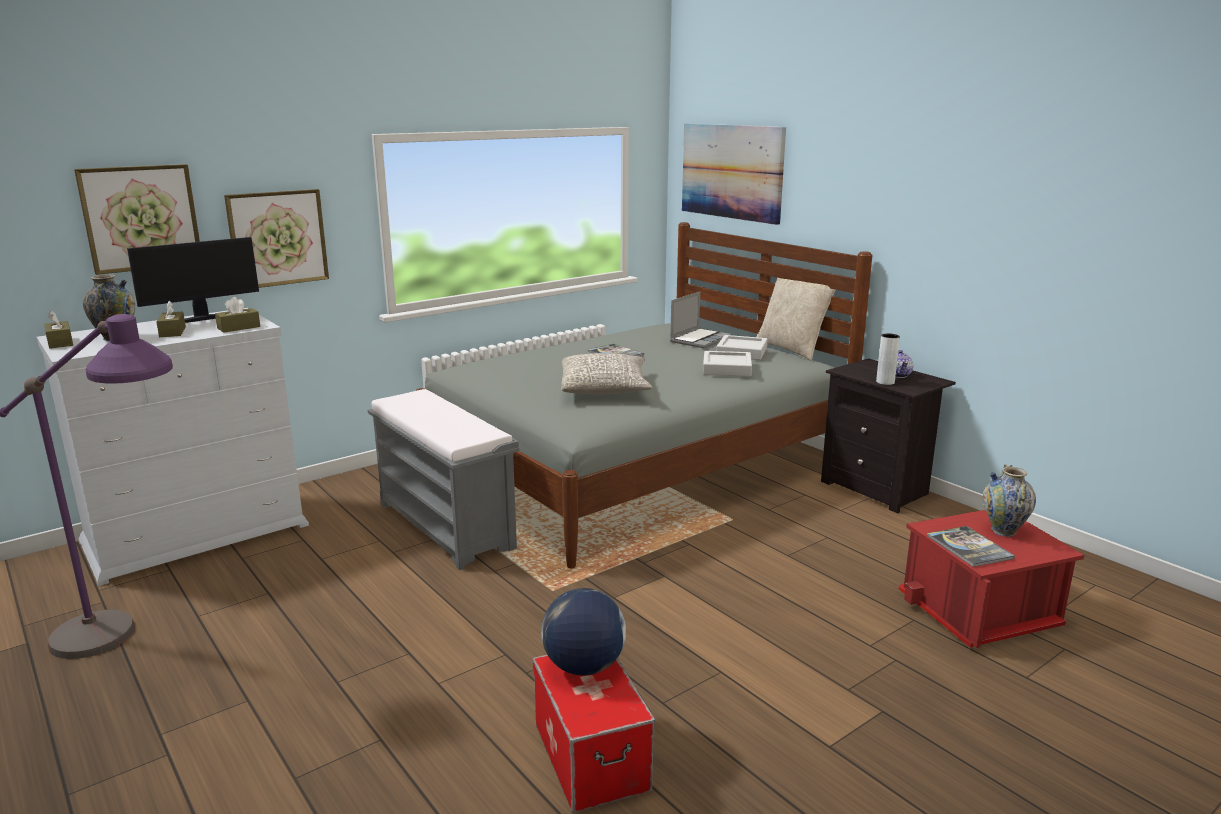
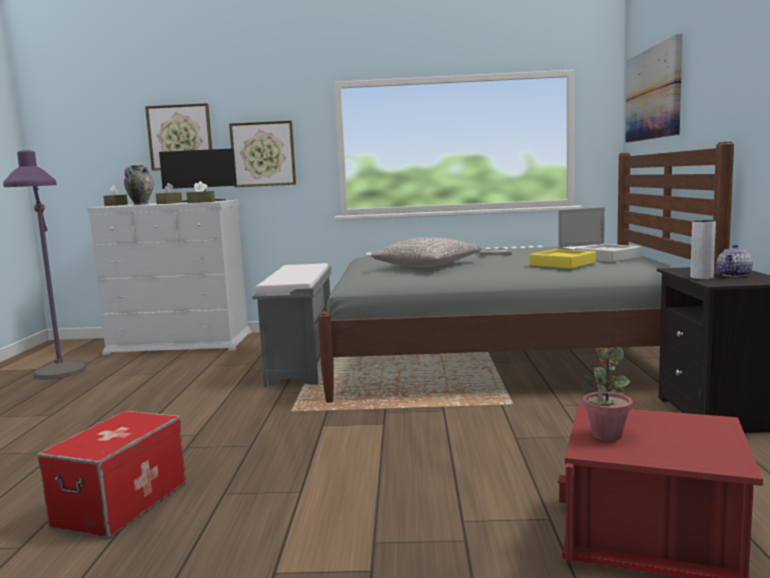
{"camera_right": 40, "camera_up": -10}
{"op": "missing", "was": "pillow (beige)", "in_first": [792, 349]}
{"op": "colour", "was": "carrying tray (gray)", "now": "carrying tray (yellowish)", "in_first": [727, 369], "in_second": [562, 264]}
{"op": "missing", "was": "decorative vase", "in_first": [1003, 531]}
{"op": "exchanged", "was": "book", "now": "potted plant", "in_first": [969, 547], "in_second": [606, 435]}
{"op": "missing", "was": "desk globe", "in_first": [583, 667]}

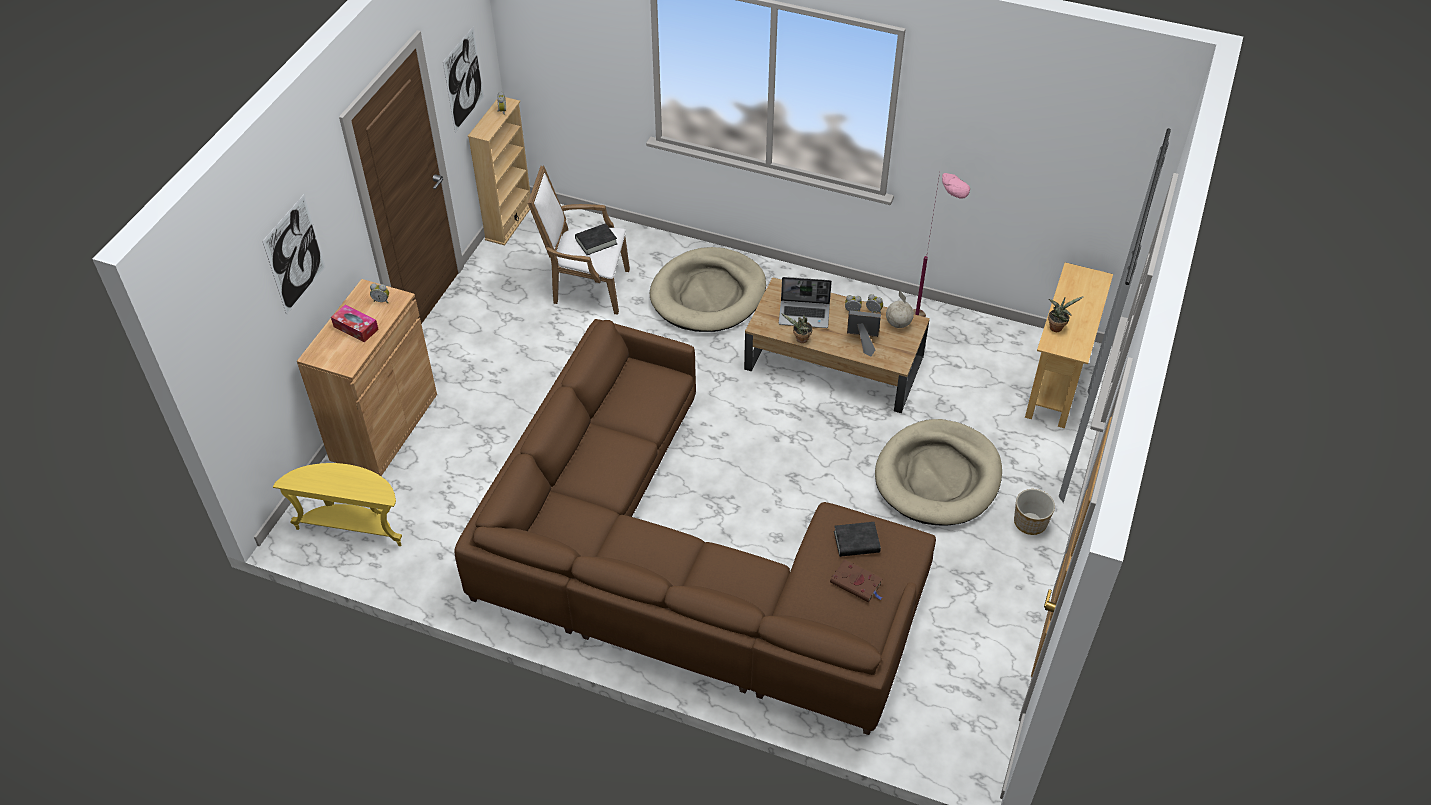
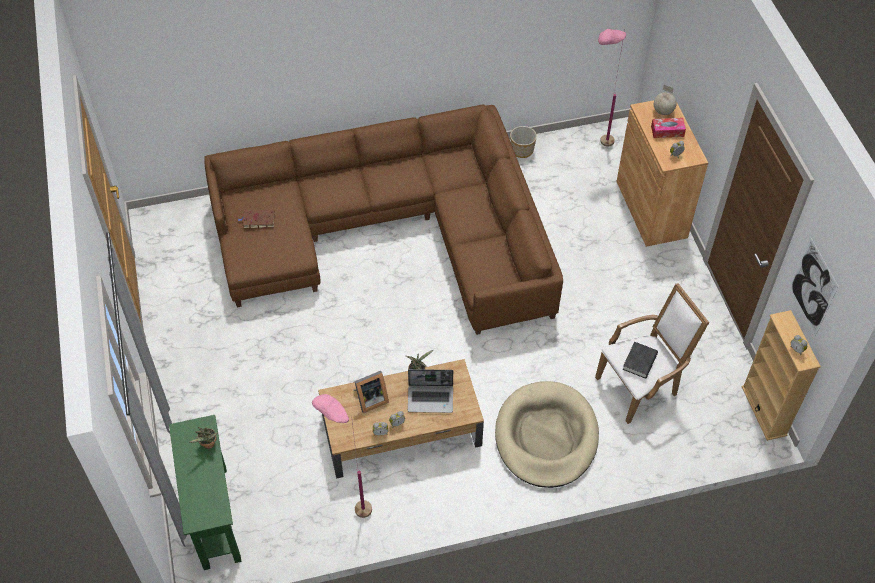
{"camera_right": 145, "camera_up": 5}
{"op": "missing", "was": "wall art", "in_first": [295, 254]}
{"op": "colour", "was": "hall table (beige)", "now": "hall table (greenish)", "in_first": [1056, 382], "in_second": [215, 517]}
{"op": "spun", "was": "laptop", "in_first": [805, 314], "in_second": [431, 398], "clockwise": -150}
{"op": "relocated", "was": "desk globe", "in_first": [898, 323], "in_second": [663, 112]}
{"op": "missing", "was": "dog cushion (beige)", "in_first": [938, 476]}
{"op": "exchanged", "was": "accent table (yellowish)", "now": "floor lamp (pinkish)", "in_first": [353, 526], "in_second": [597, 149]}
{"op": "relocated", "was": "flower pot", "in_first": [1029, 523], "in_second": [522, 150]}
{"op": "missing", "was": "book (blackish)", "in_first": [856, 542]}

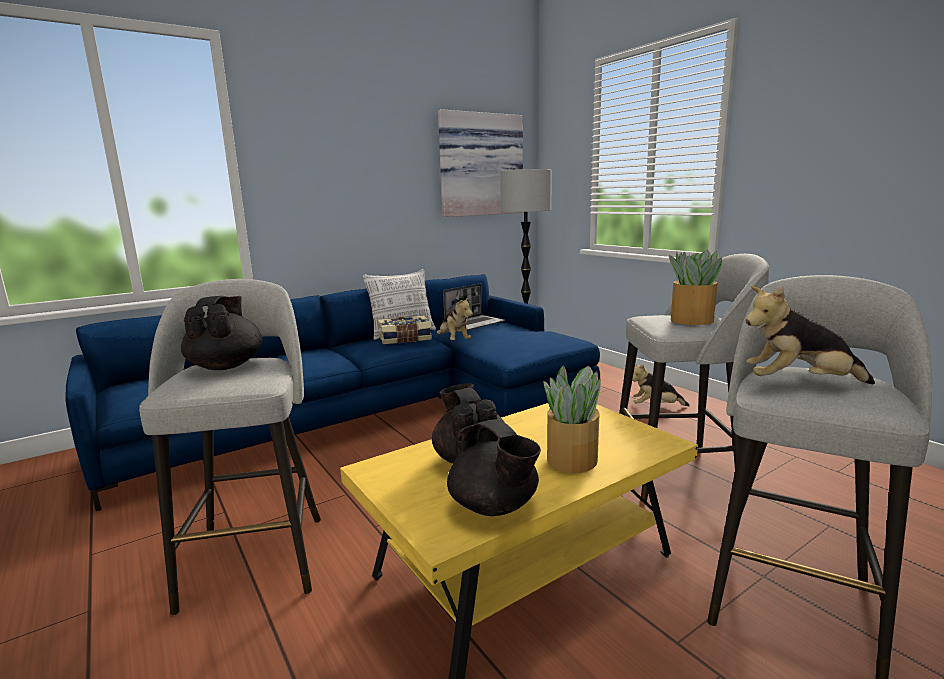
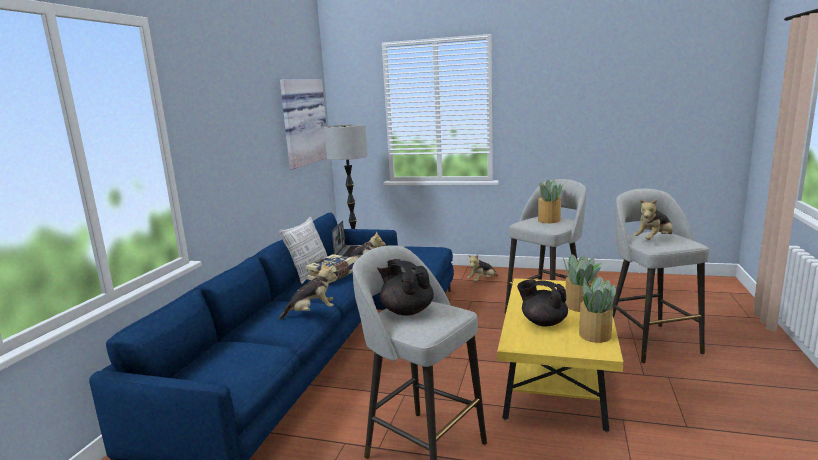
{"camera_right": -40, "camera_up": 0}
{"op": "exchanged", "was": "tea pot (blackish)", "now": "potted plant", "in_first": [494, 507], "in_second": [595, 334]}
{"op": "appeared", "now": "cuddly toy", "in_second": [312, 312]}

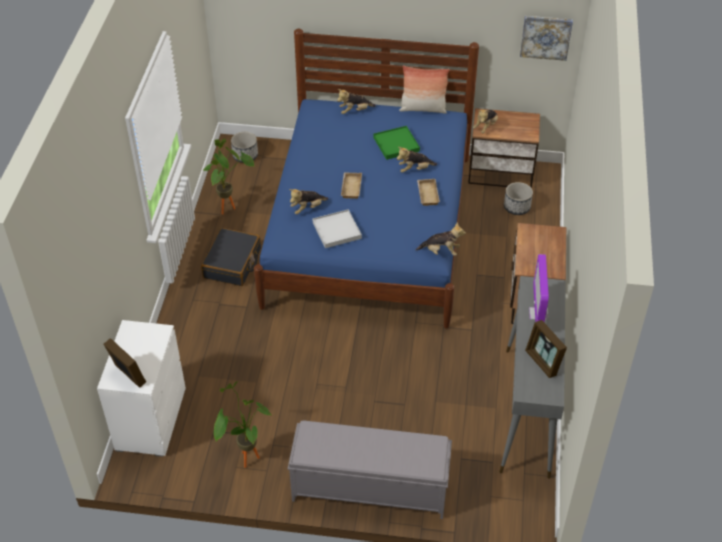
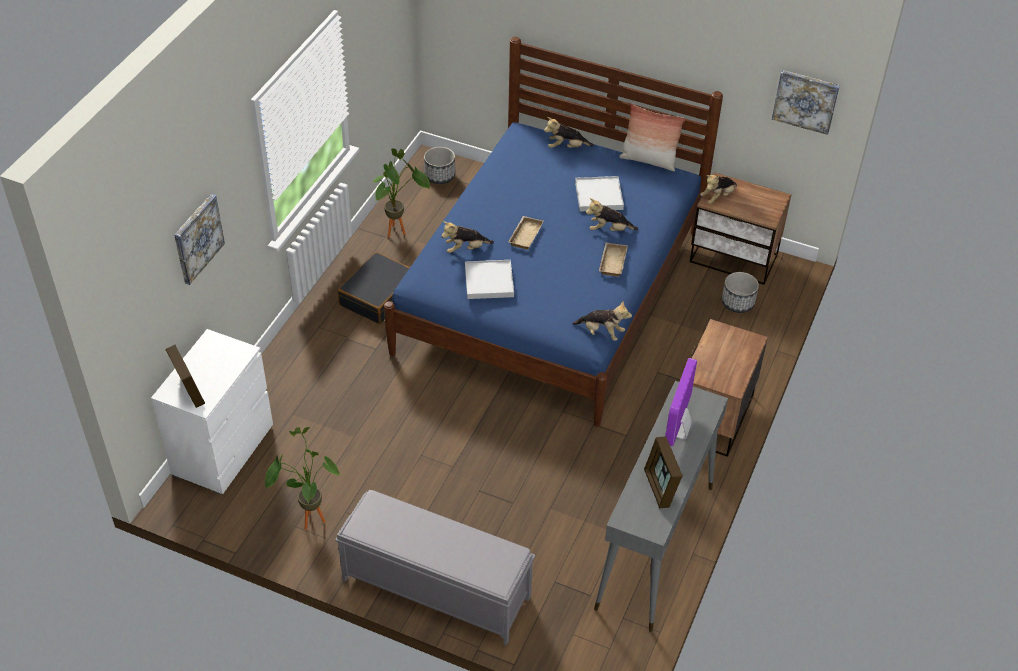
{"camera_right": 15, "camera_up": 0}
{"op": "colour", "was": "carrying tray (greenish)", "now": "carrying tray (white)", "in_first": [396, 144], "in_second": [599, 196]}
{"op": "appeared", "now": "wall art", "in_second": [197, 238]}

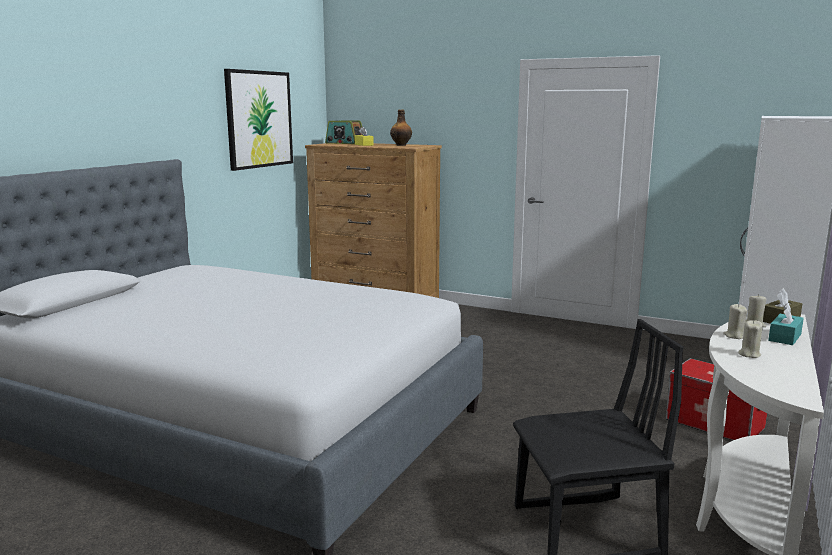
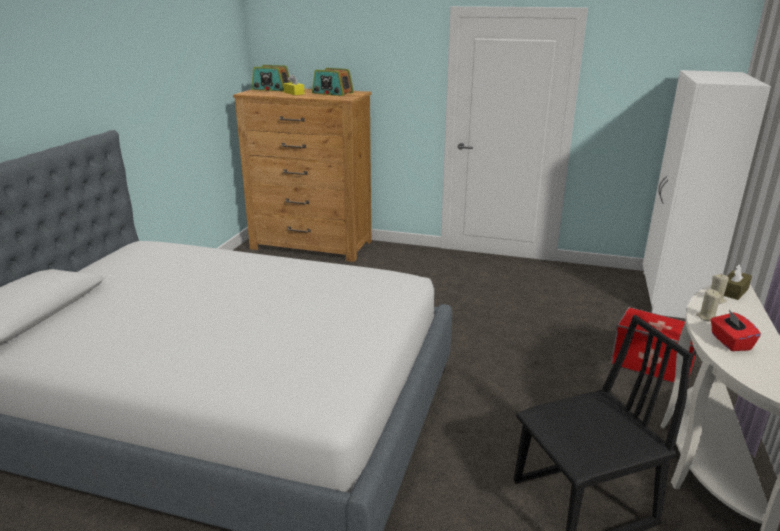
{"camera_right": -10, "camera_up": 10}
{"op": "missing", "was": "wall art", "in_first": [259, 119]}
{"op": "exchanged", "was": "drink bottle", "now": "radio set", "in_first": [401, 145], "in_second": [332, 93]}
{"op": "missing", "was": "tissue holder (blue-green)", "in_first": [784, 337]}
{"op": "exchanged", "was": "wax candle (beige)", "now": "tissue holder (red-coloured)", "in_first": [749, 354], "in_second": [730, 342]}

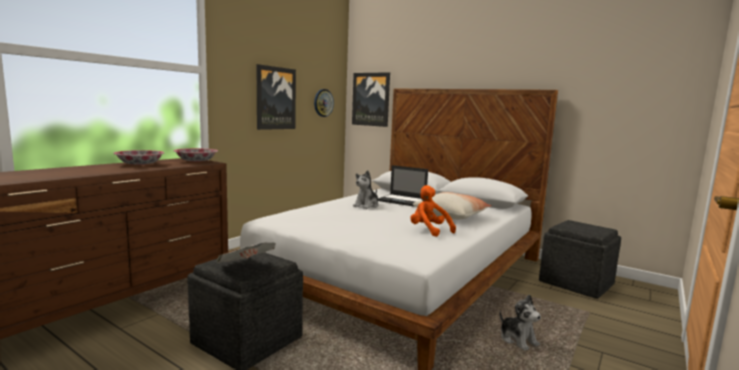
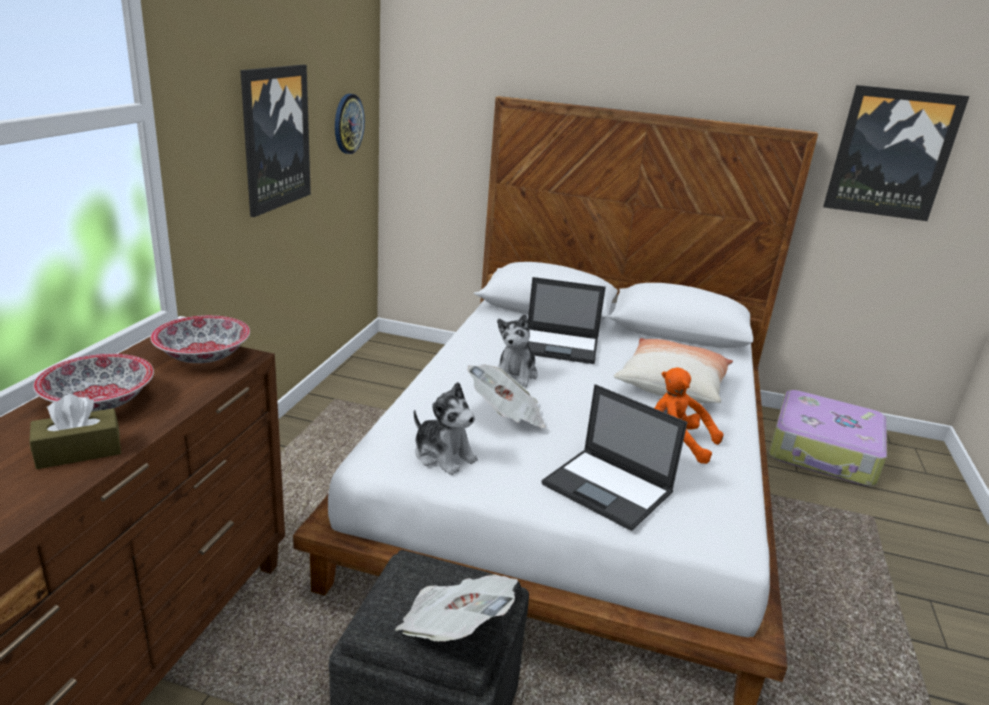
{"camera_right": -20, "camera_up": 15}
{"op": "relocated", "was": "wall art", "in_first": [371, 99], "in_second": [891, 153]}
{"op": "exchanged", "was": "ottoman (gray)", "now": "suitcase", "in_first": [577, 283], "in_second": [824, 452]}
{"op": "relocated", "was": "cuddly toy", "in_first": [518, 340], "in_second": [443, 455]}
{"op": "appeared", "now": "daily paper", "in_second": [506, 415]}
{"op": "appeared", "now": "laptop", "in_second": [608, 489]}
{"op": "appeared", "now": "tissue holder (brownish)", "in_second": [79, 451]}

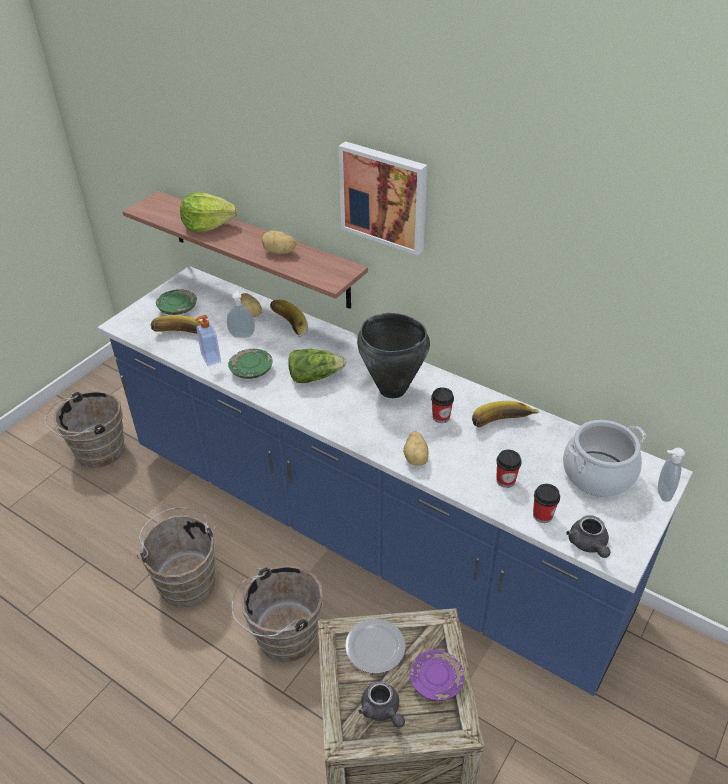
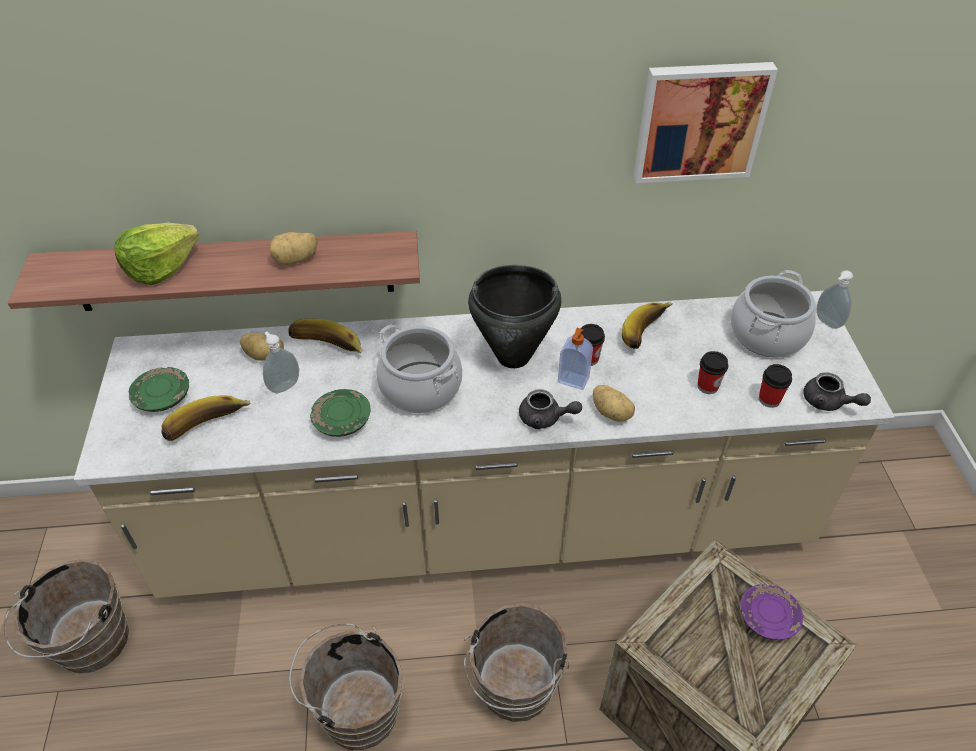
{"camera_right": -40, "camera_up": 5}
{"op": "relocated", "was": "wall art", "in_first": [384, 196], "in_second": [699, 121]}
{"op": "colour", "was": "kitchen counter (blue-coloured)", "now": "kitchen counter (beige)", "in_first": [365, 529], "in_second": [488, 526]}
{"op": "relocated", "was": "soap dispenser", "in_first": [210, 358], "in_second": [573, 381]}
{"op": "exchanged", "was": "lettuce head", "now": "stockpot", "in_first": [314, 376], "in_second": [420, 388]}
{"op": "missing", "was": "dinner plate", "in_first": [374, 648]}
{"op": "relocated", "was": "tea pot (gray)", "in_first": [382, 710], "in_second": [545, 418]}

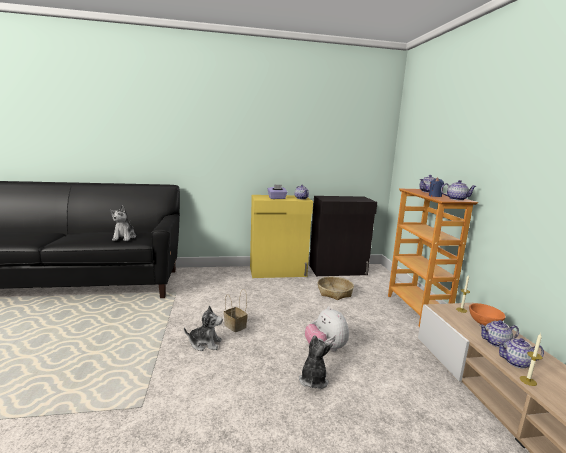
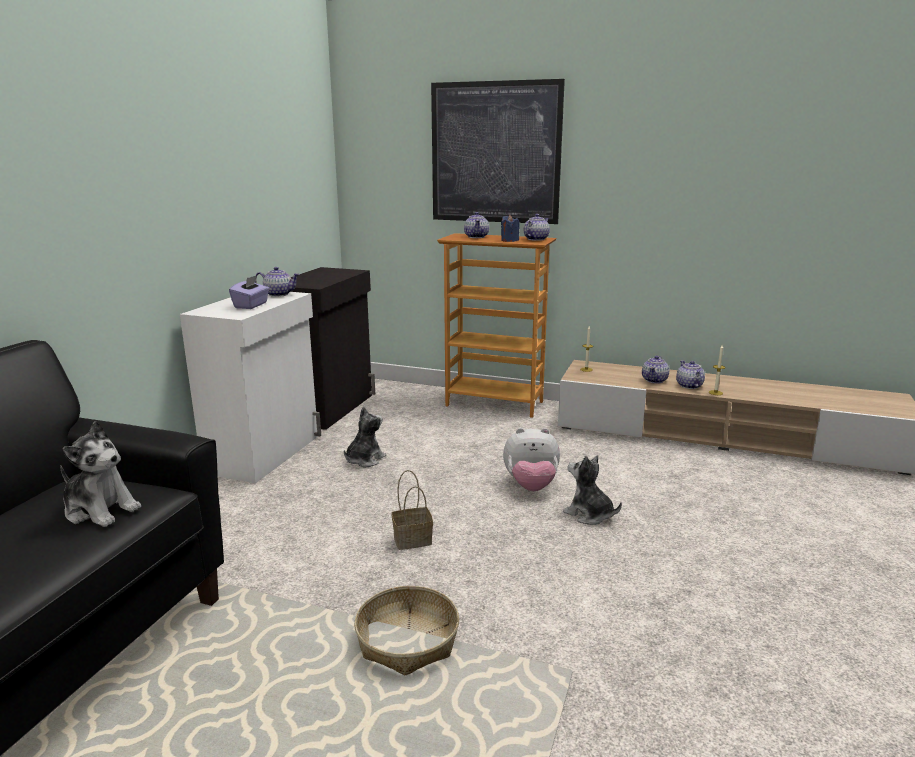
{"camera_right": -60, "camera_up": 5}
{"op": "colour", "was": "cabinet (yellowish)", "now": "cabinet (white)", "in_first": [278, 272], "in_second": [265, 453]}
{"op": "relocated", "was": "basket", "in_first": [334, 292], "in_second": [407, 641]}
{"op": "missing", "was": "bowl (orange)", "in_first": [484, 323]}
{"op": "relocated", "was": "cuddly toy", "in_first": [205, 343], "in_second": [364, 460]}
{"op": "spun", "was": "tea pot", "in_first": [516, 362], "in_second": [689, 386], "clockwise": 135}
{"op": "appeared", "now": "wall art", "in_second": [495, 153]}

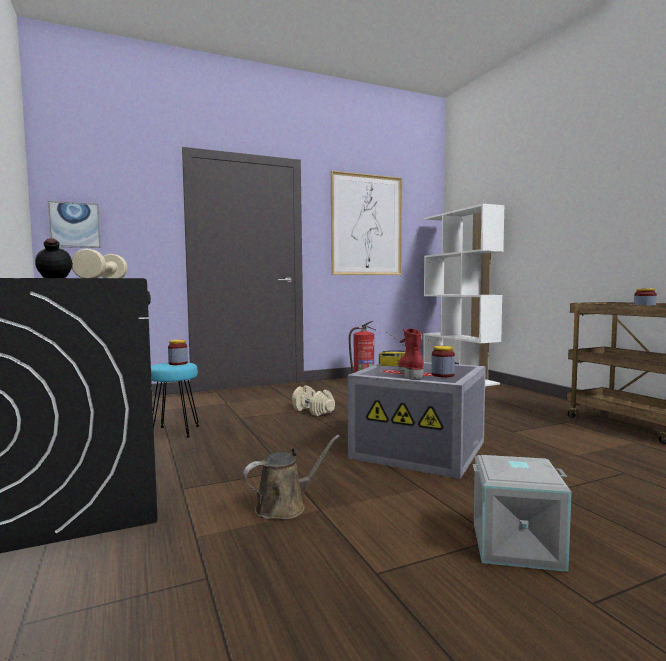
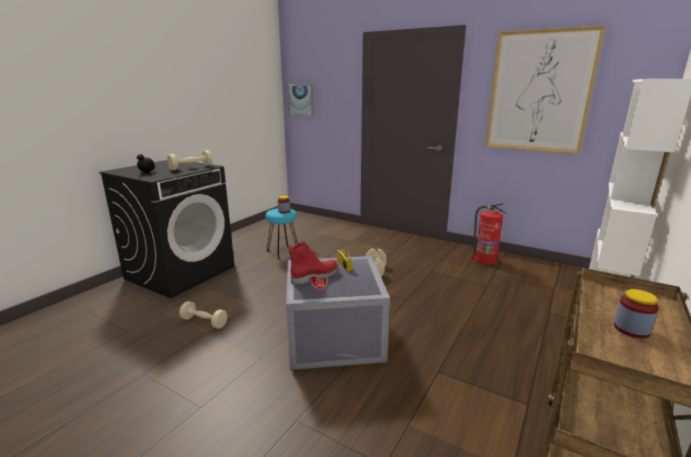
{"camera_right": 55, "camera_up": 15}
{"op": "missing", "was": "jar", "in_first": [442, 375]}
{"op": "exchanged", "was": "watering pot (brownish)", "now": "free weight (beige)", "in_first": [285, 507], "in_second": [204, 322]}
{"op": "missing", "was": "storage box (gray)", "in_first": [516, 546]}

